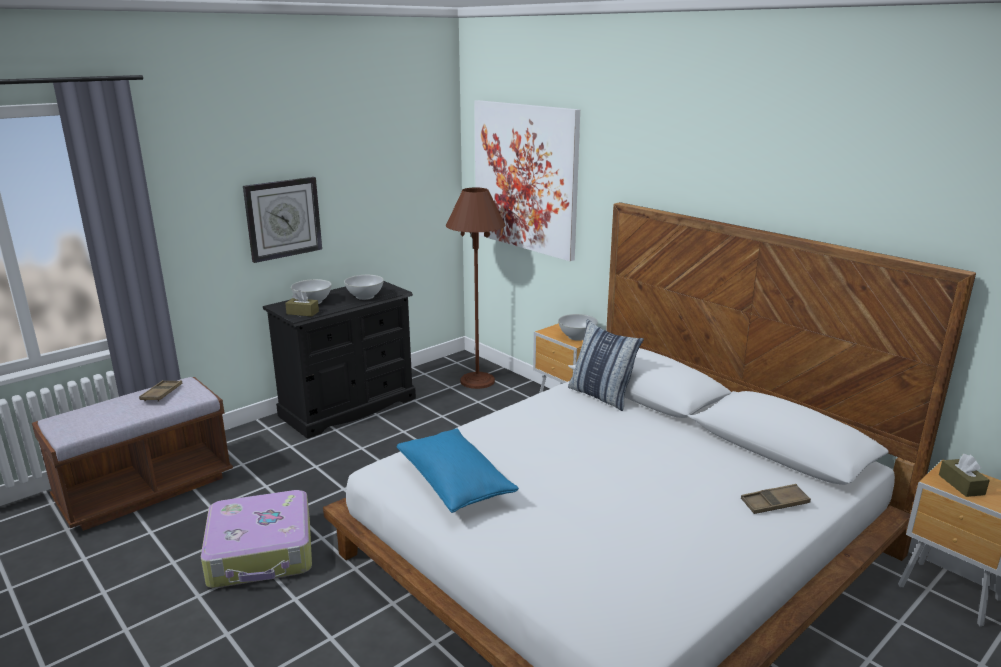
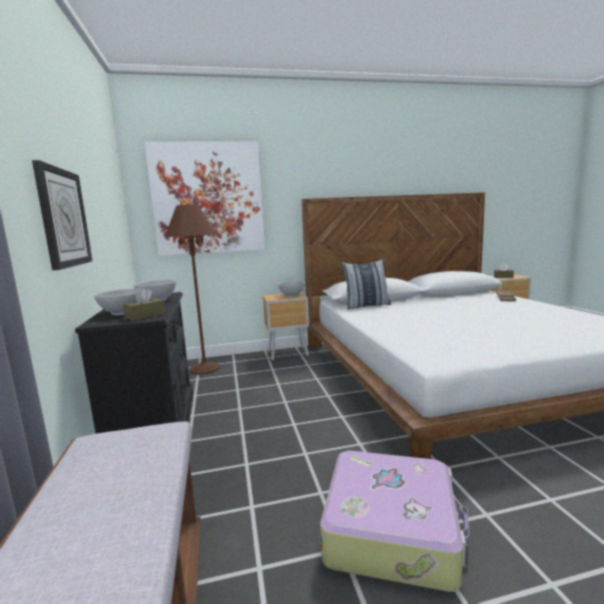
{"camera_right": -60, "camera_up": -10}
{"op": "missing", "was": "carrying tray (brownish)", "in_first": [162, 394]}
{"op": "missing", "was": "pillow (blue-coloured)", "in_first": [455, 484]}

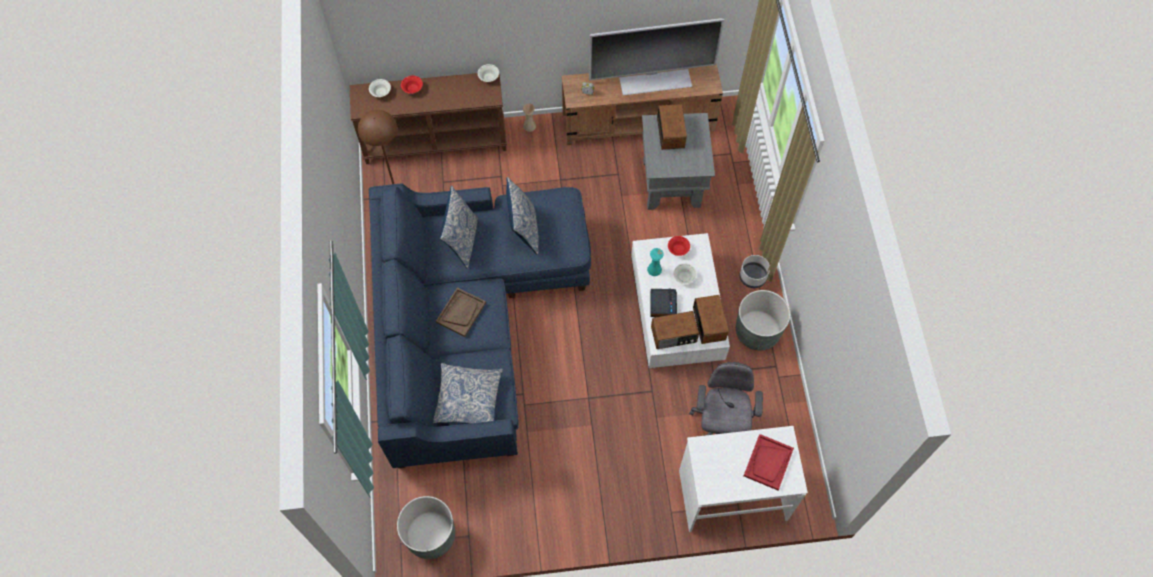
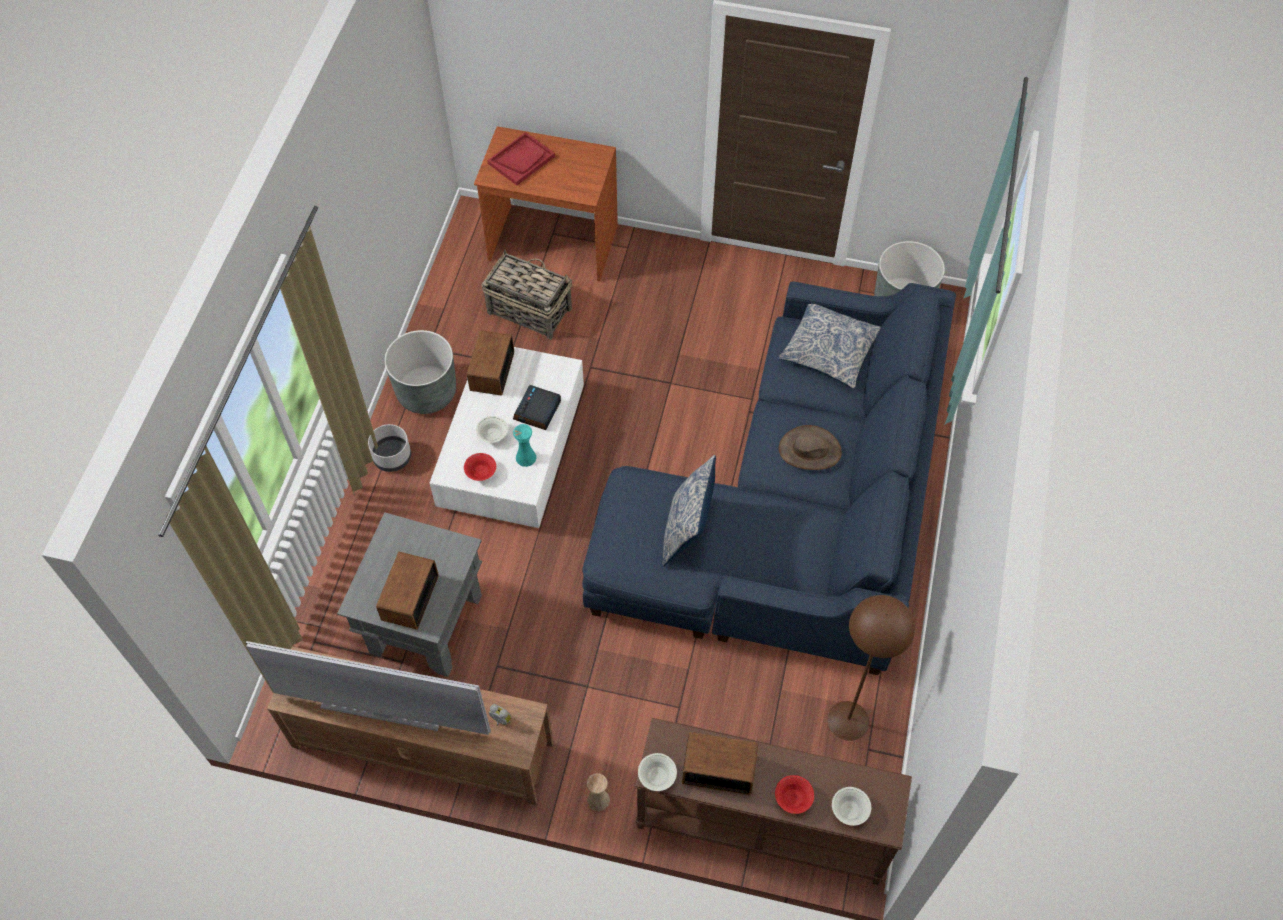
{"camera_right": -160, "camera_up": -5}
{"op": "missing", "was": "pillow", "in_first": [462, 241]}
{"op": "exchanged", "was": "carrying tray (brownish)", "now": "hat (brownish)", "in_first": [461, 312], "in_second": [809, 450]}
{"op": "relocated", "was": "radio set", "in_first": [674, 335], "in_second": [718, 768]}
{"op": "exchanged", "was": "office chair (gray)", "now": "basket", "in_first": [720, 424], "in_second": [528, 310]}
{"op": "colour", "was": "desk (white)", "now": "desk (brownish)", "in_first": [732, 494], "in_second": [552, 244]}

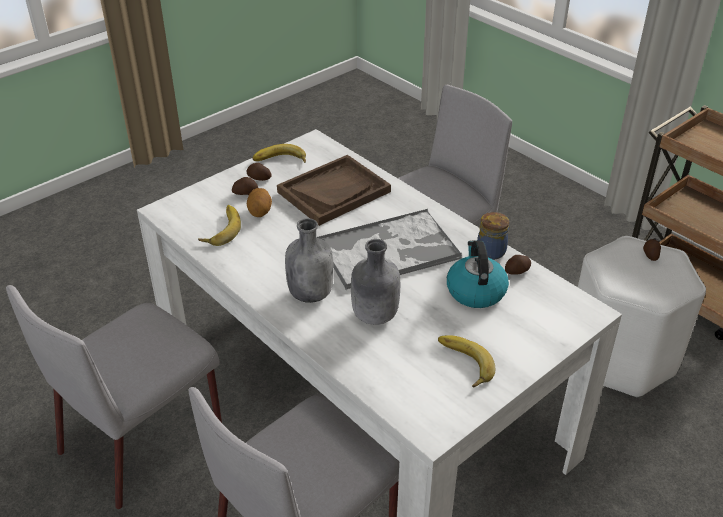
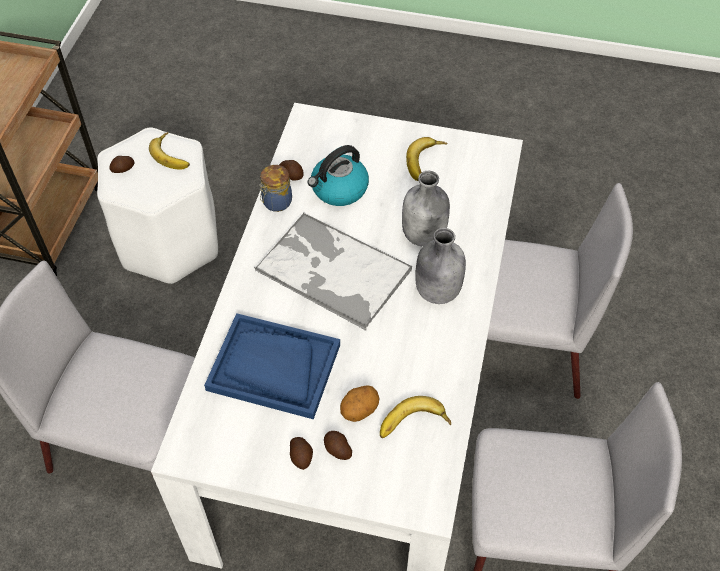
{"camera_right": -125, "camera_up": 15}
{"op": "relocated", "was": "whole banana", "in_first": [280, 161], "in_second": [173, 154]}
{"op": "colour", "was": "carrying tray (brownish)", "now": "carrying tray (blue-coloured)", "in_first": [334, 192], "in_second": [273, 367]}

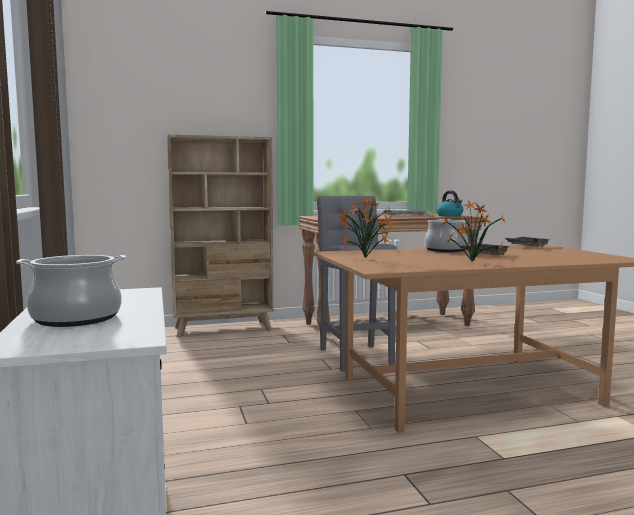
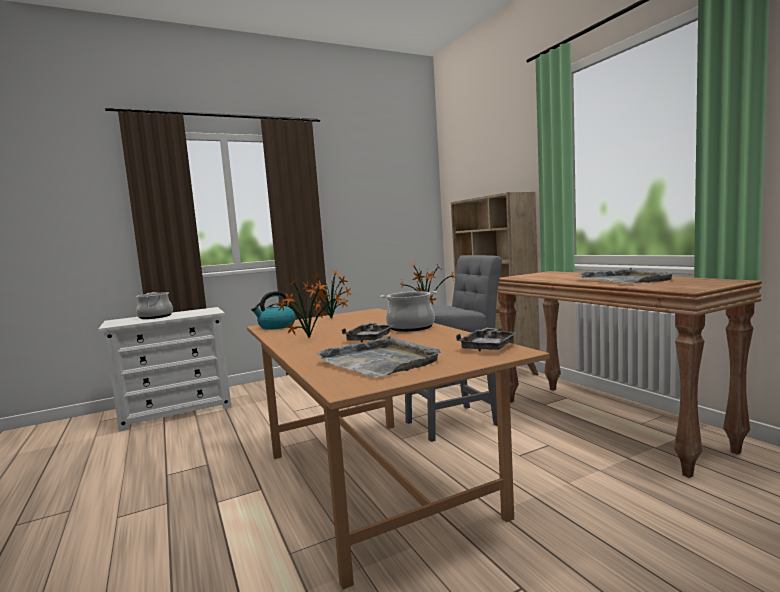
{"camera_right": 80, "camera_up": 0}
{"op": "relocated", "was": "tea kettle", "in_first": [450, 215], "in_second": [276, 326]}
{"op": "appeared", "now": "carrying tray (gray)", "in_second": [380, 361]}

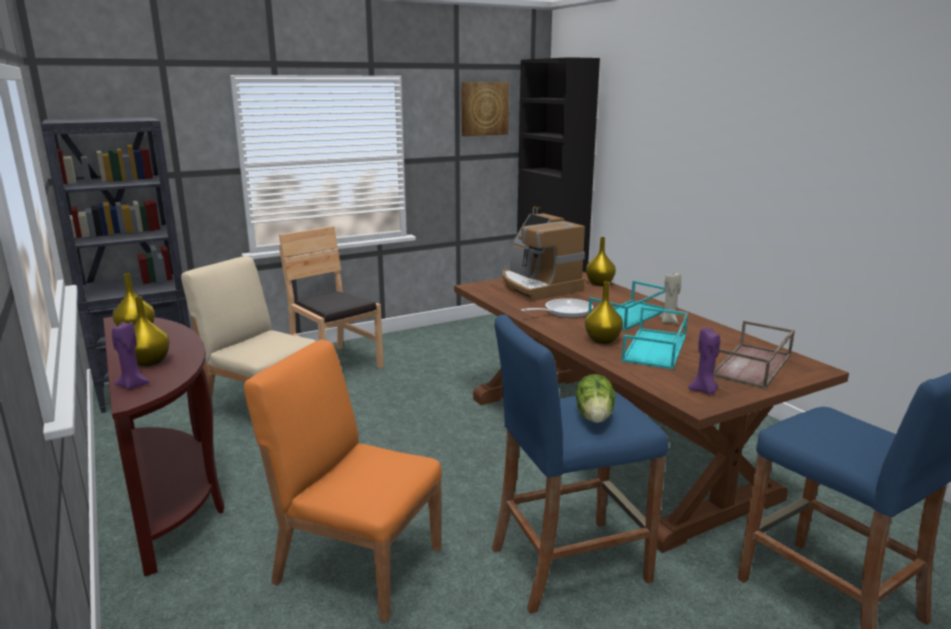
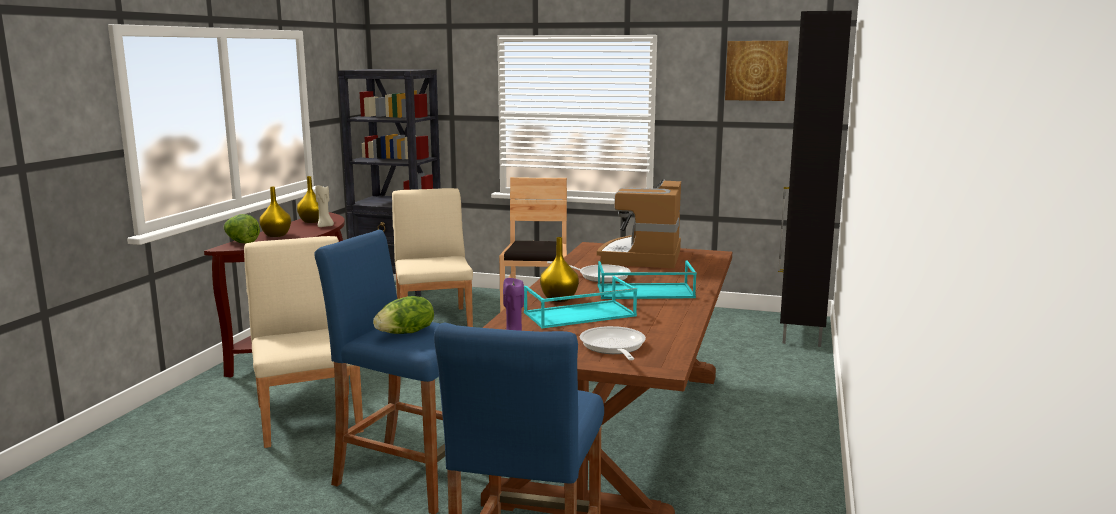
{"camera_right": 45, "camera_up": -5}
{"op": "missing", "was": "decorative vase (yellowish)", "in_first": [600, 284]}
{"op": "relocated", "was": "wax candle (beige)", "in_first": [669, 321], "in_second": [325, 226]}
{"op": "exchanged", "was": "carrying tray (brownish)", "now": "skillet", "in_first": [752, 366], "in_second": [613, 347]}
{"op": "exchanged", "was": "wax candle (purple-coloured)", "now": "lettuce head", "in_first": [133, 385], "in_second": [241, 242]}
{"op": "colour", "was": "plain chair (orange)", "now": "plain chair (beige)", "in_first": [357, 563], "in_second": [310, 417]}

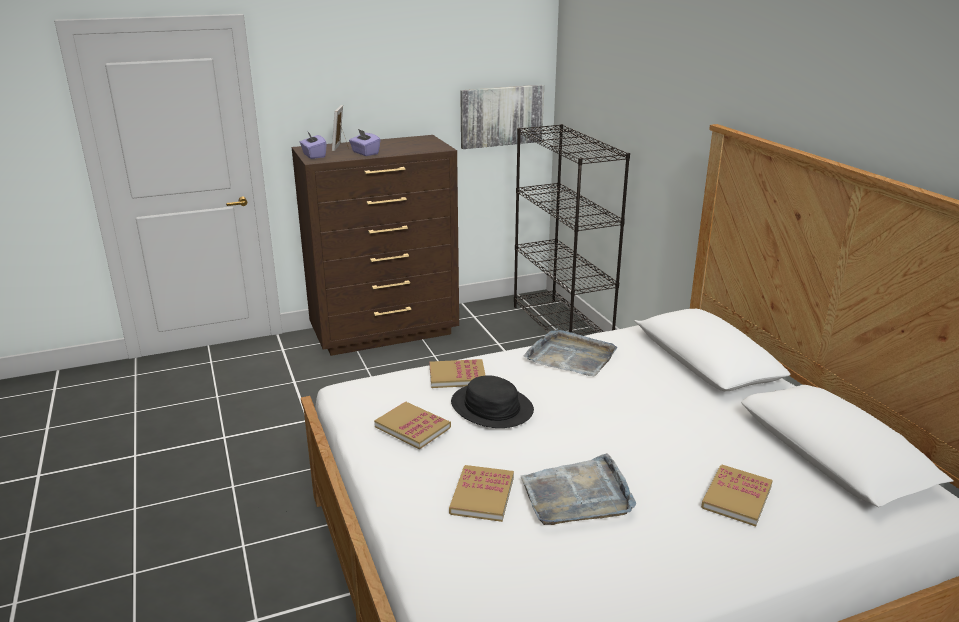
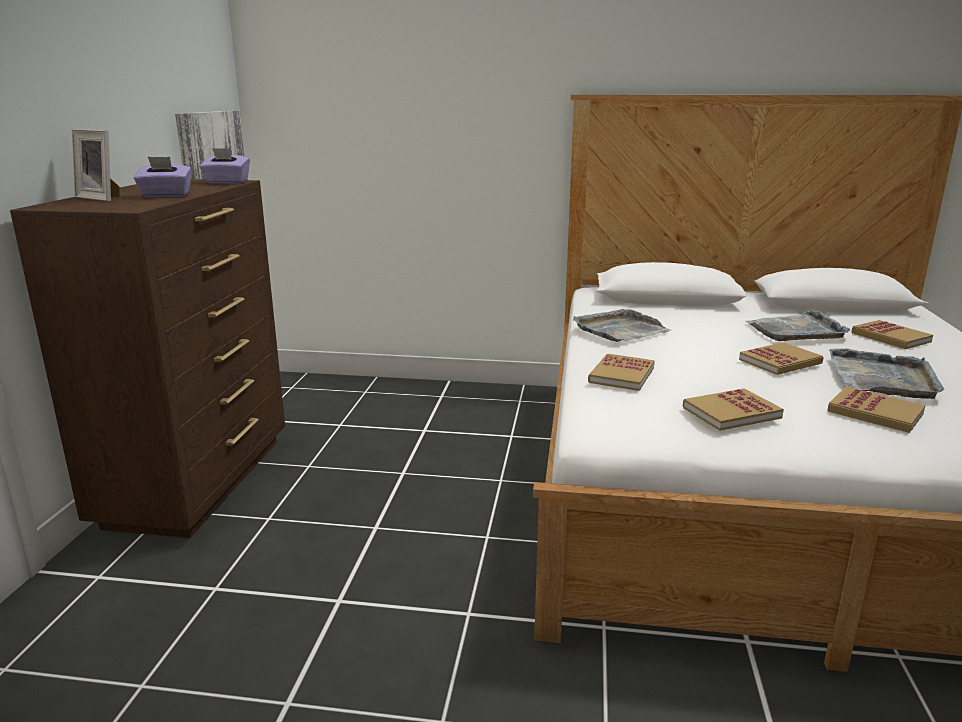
{"camera_right": -60, "camera_up": -5}
{"op": "missing", "was": "bookshelf (blackish)", "in_first": [561, 328]}
{"op": "relocated", "was": "tissue holder (purple-coloured)", "in_first": [313, 155], "in_second": [226, 182]}
{"op": "missing", "was": "hat (blackish)", "in_first": [491, 407]}
{"op": "appeared", "now": "carrying tray (gray)", "in_second": [796, 330]}
{"op": "appeared", "now": "book", "in_second": [780, 361]}

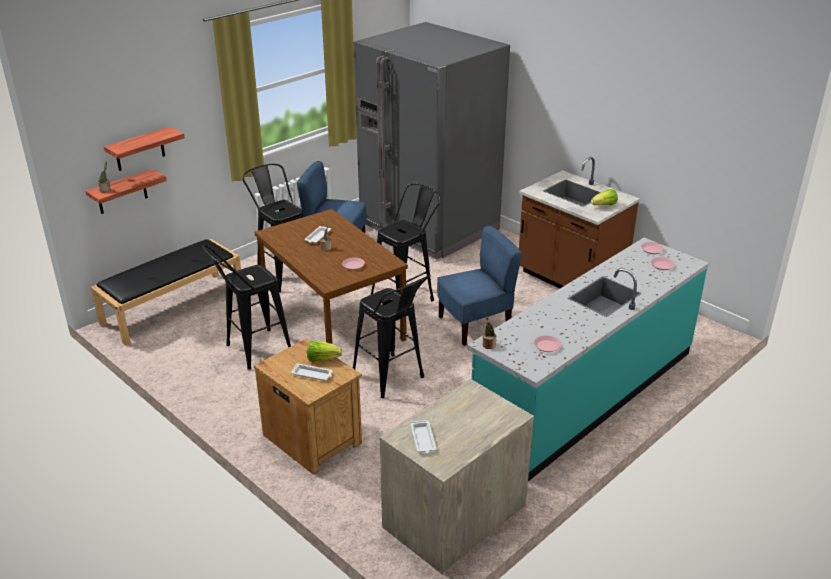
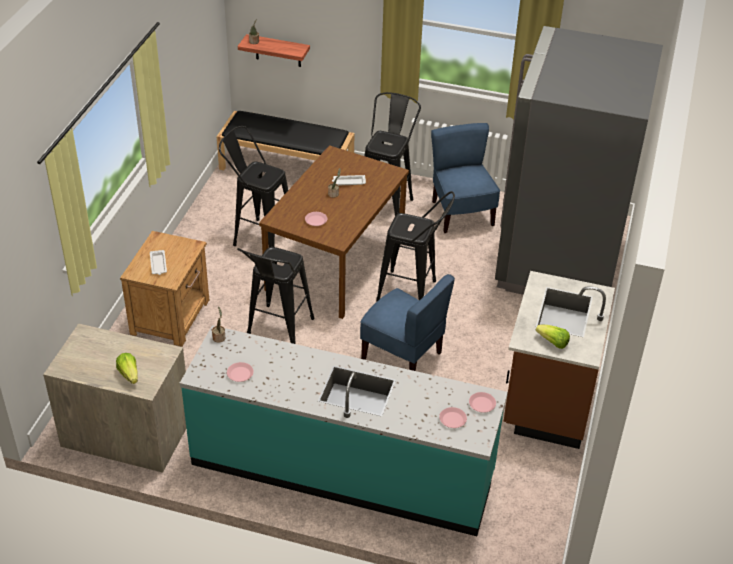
{"camera_right": 60, "camera_up": 10}
{"op": "missing", "was": "shelf", "in_first": [139, 149]}
{"op": "relocated", "was": "lettuce head", "in_first": [322, 359], "in_second": [129, 374]}
{"op": "missing", "was": "carrying tray (white)", "in_first": [423, 439]}

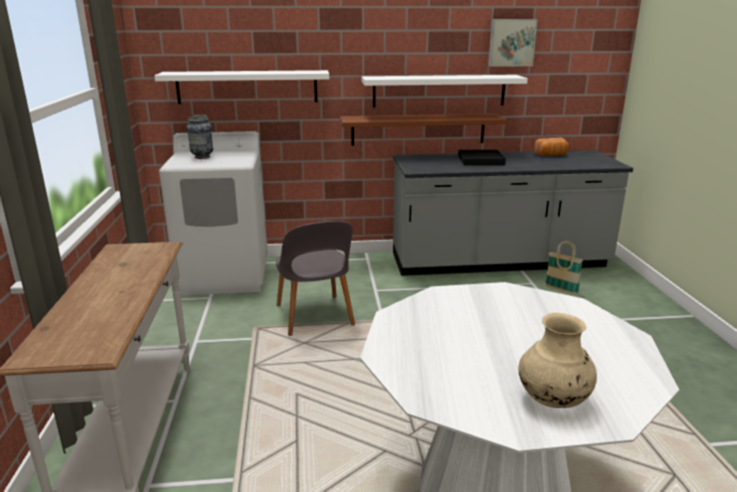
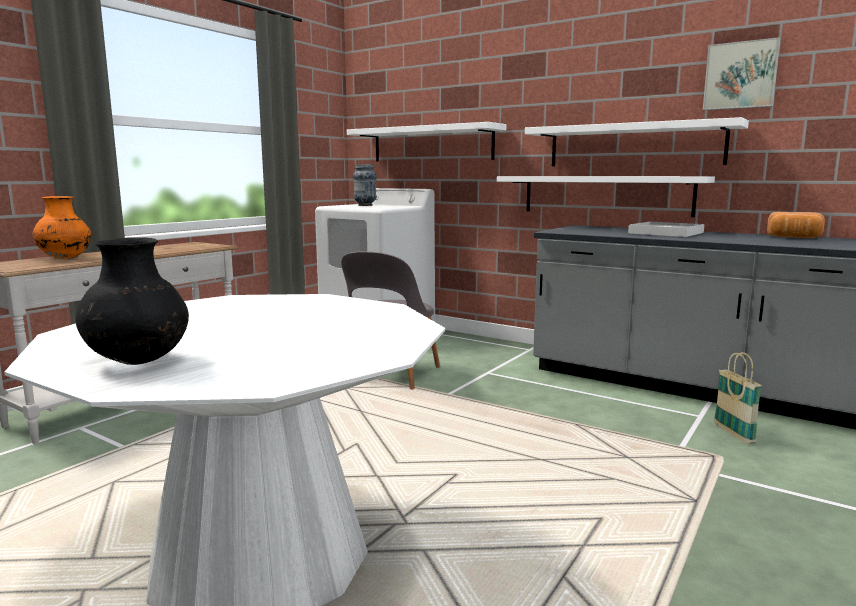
{"camera_right": 40, "camera_up": -10}
{"op": "colour", "was": "shelf (brownish)", "now": "shelf (white)", "in_first": [418, 129], "in_second": [605, 195]}
{"op": "colour", "was": "carrying tray (blackish)", "now": "carrying tray (white)", "in_first": [481, 160], "in_second": [666, 233]}
{"op": "colour", "was": "decorative vase (beige)", "now": "decorative vase (blackish)", "in_first": [553, 401], "in_second": [138, 361]}
{"op": "appeared", "now": "decorative vase (orange)", "in_second": [65, 258]}

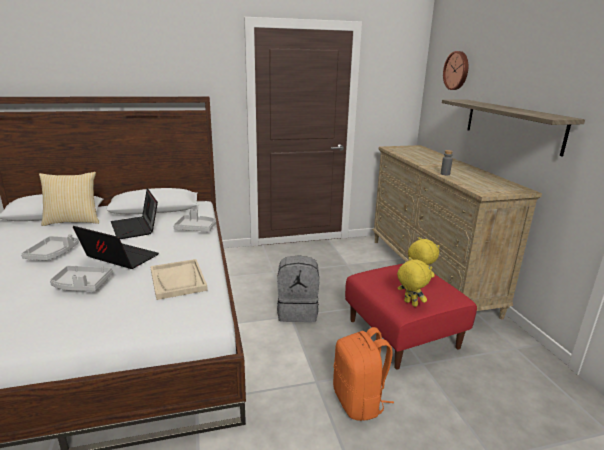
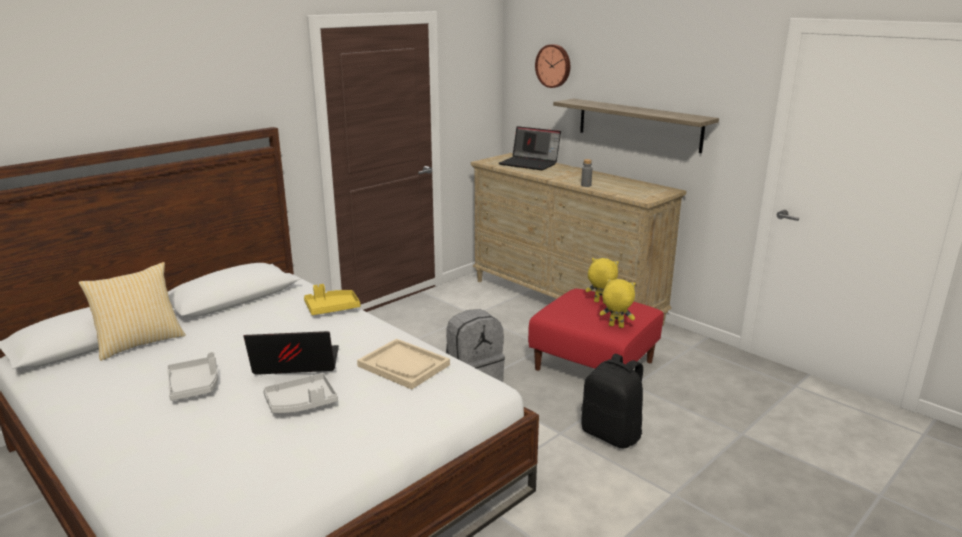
{"camera_right": -30, "camera_up": 0}
{"op": "relocated", "was": "laptop", "in_first": [136, 228], "in_second": [530, 163]}
{"op": "colour", "was": "carrying tray (gray)", "now": "carrying tray (yellowish)", "in_first": [196, 228], "in_second": [332, 308]}
{"op": "colour", "was": "knapsack (orange)", "now": "knapsack (blackish)", "in_first": [359, 402], "in_second": [612, 434]}

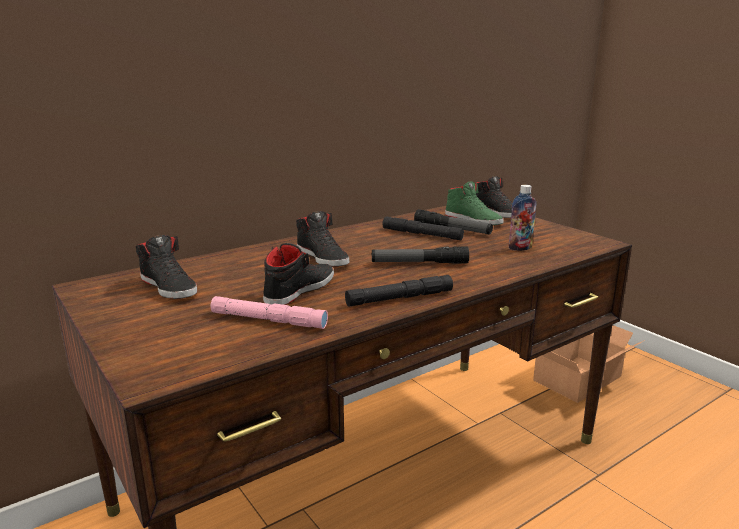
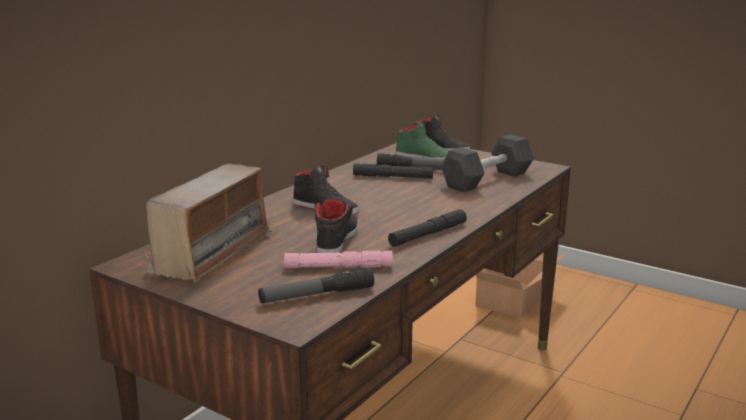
{"camera_right": -20, "camera_up": 0}
{"op": "exchanged", "was": "drink bottle", "now": "free weight (blackish)", "in_first": [520, 248], "in_second": [487, 180]}
{"op": "exchanged", "was": "item of footwear (blackish)", "now": "radio set", "in_first": [169, 287], "in_second": [213, 253]}
{"op": "relocated", "was": "hand torch", "in_first": [419, 263], "in_second": [316, 295]}

